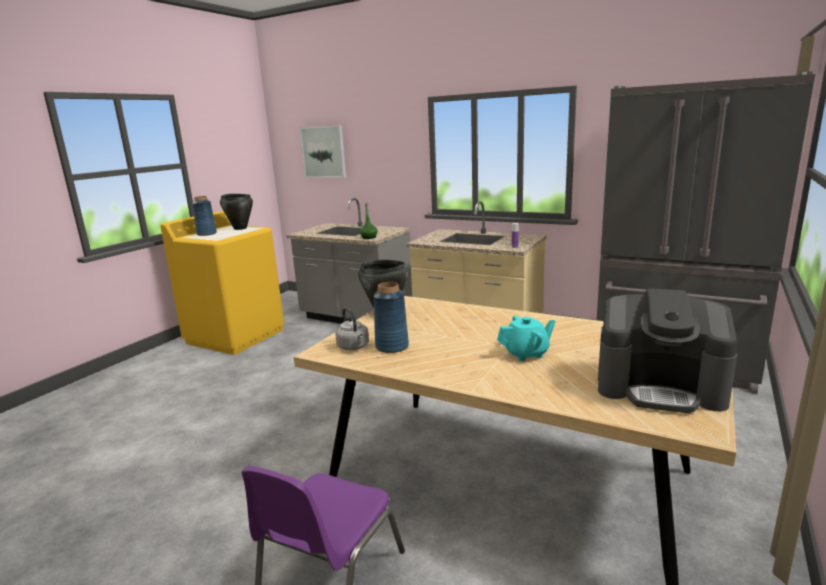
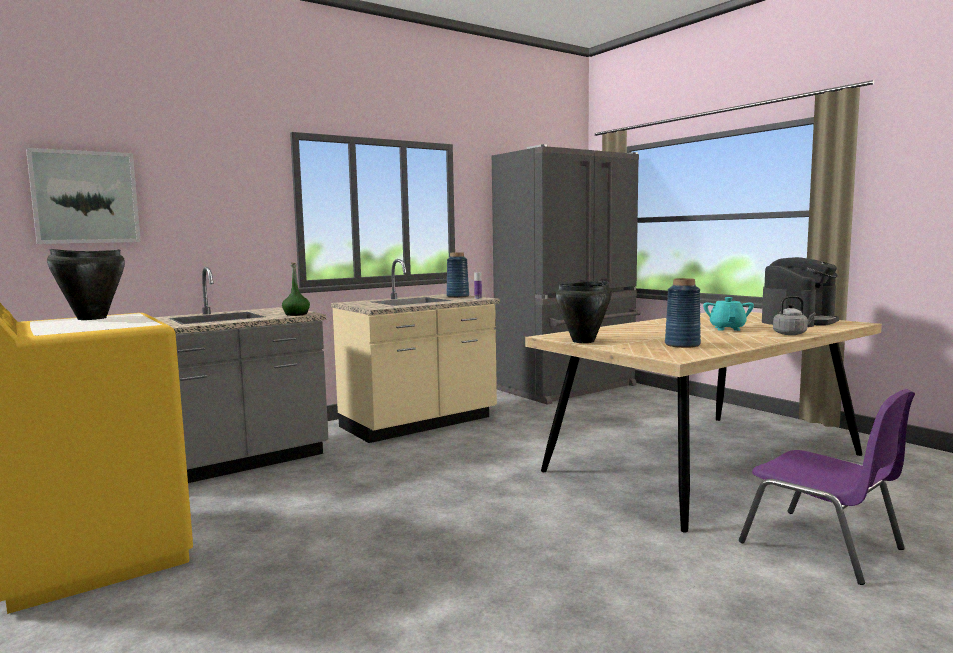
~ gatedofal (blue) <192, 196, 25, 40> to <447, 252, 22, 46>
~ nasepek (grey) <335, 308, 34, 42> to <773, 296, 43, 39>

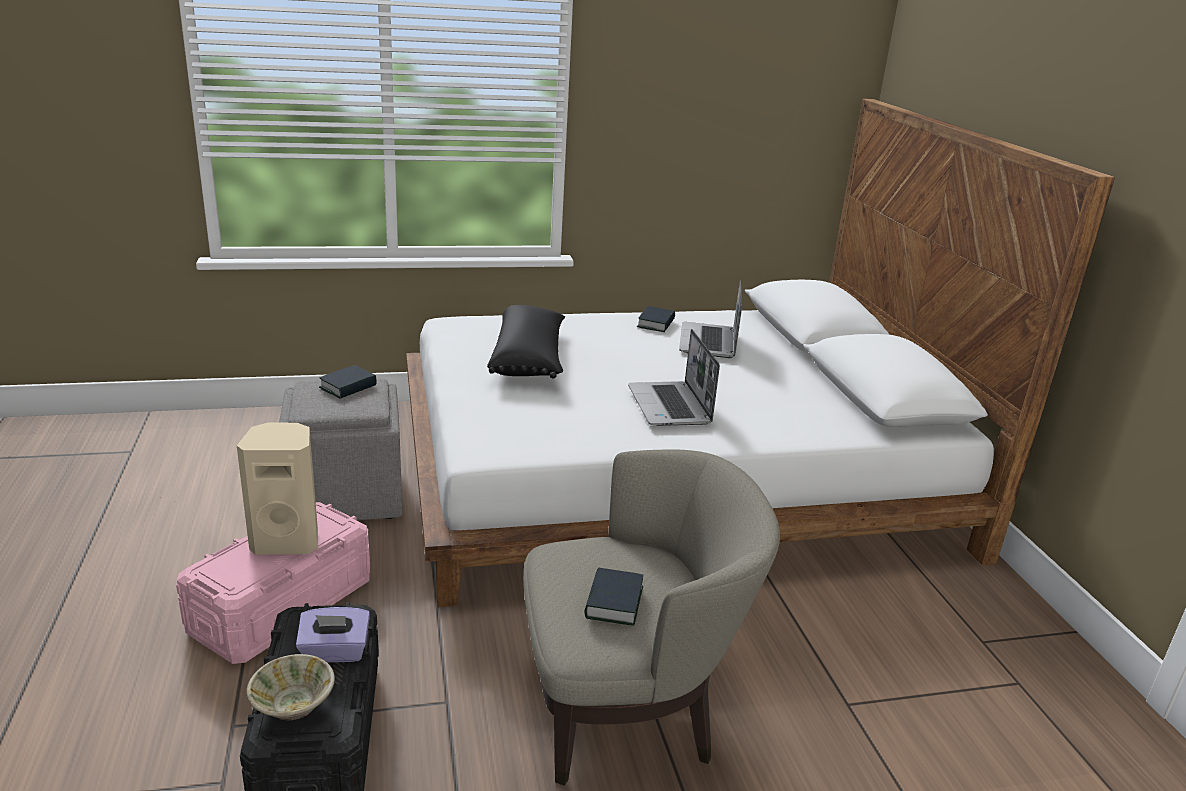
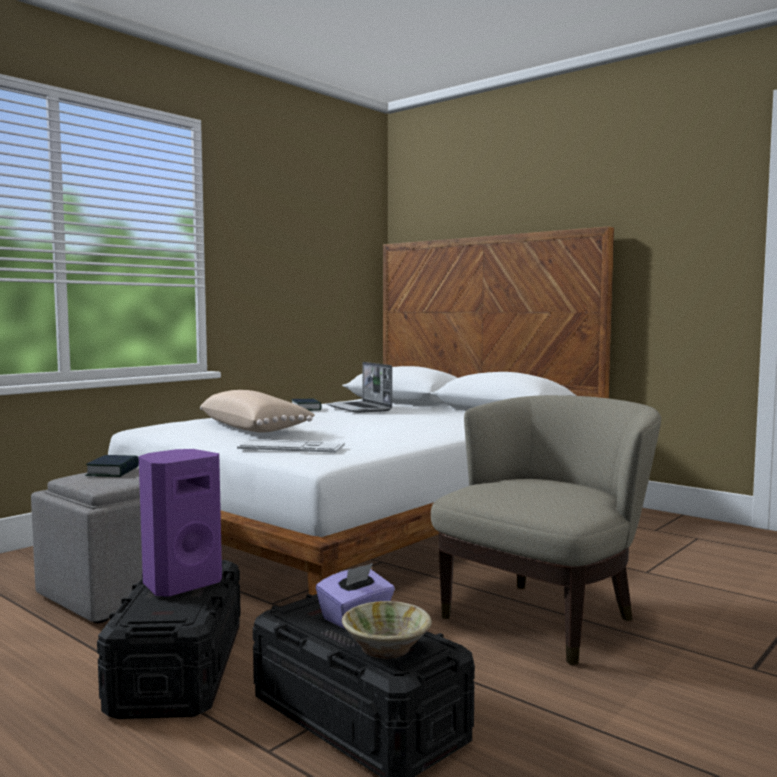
- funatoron <584, 568, 59, 58>
- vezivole <628, 329, 92, 97>
+ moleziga <237, 439, 108, 14>
~ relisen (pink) <176, 502, 194, 162> to relisen (black) <97, 560, 144, 159>
~ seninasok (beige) <237, 423, 81, 132> to seninasok (purple) <139, 449, 83, 148>
~ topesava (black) <487, 305, 78, 74> to topesava (beige) <200, 390, 115, 43>

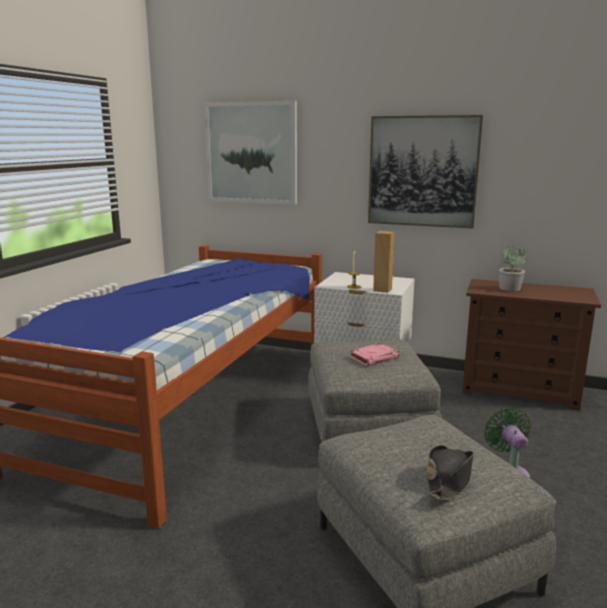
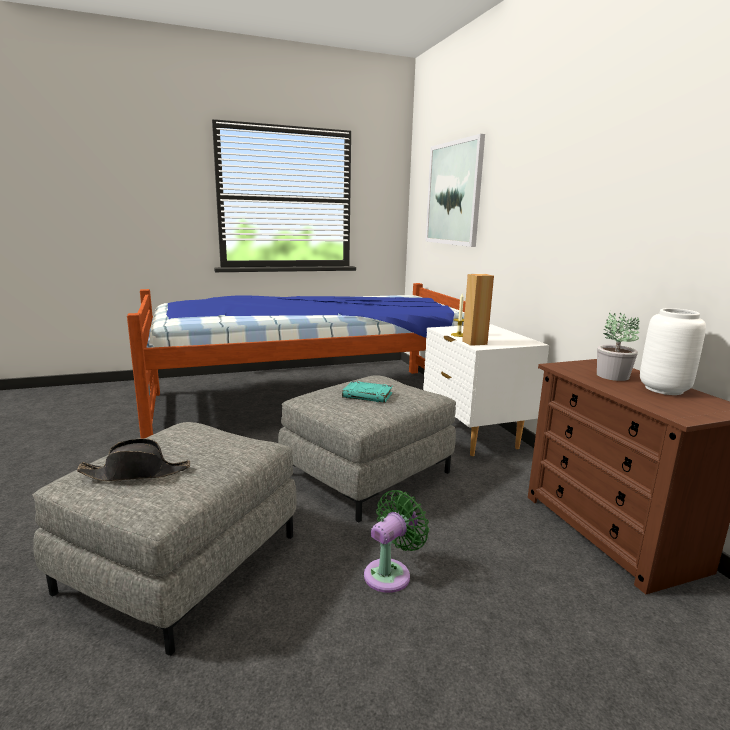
- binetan <368, 115, 115, 114>
+ gatedofal (white) <640, 308, 66, 87>
~ funatoron (pink) <349, 343, 50, 23> to funatoron (turquoise) <342, 381, 51, 22>

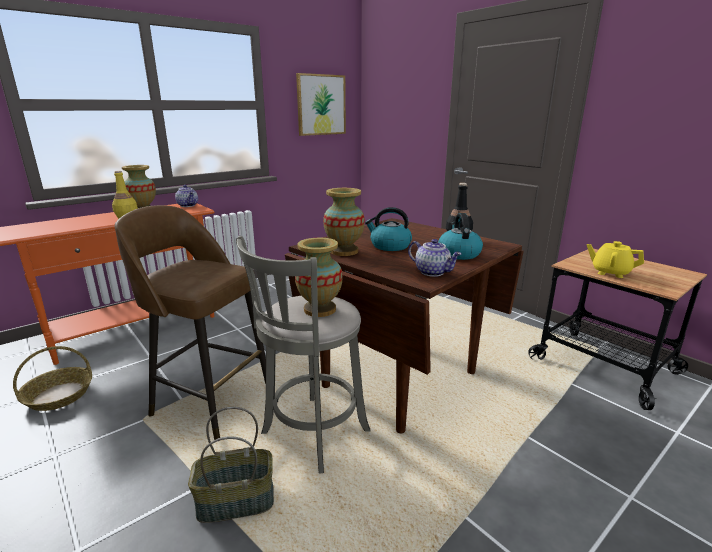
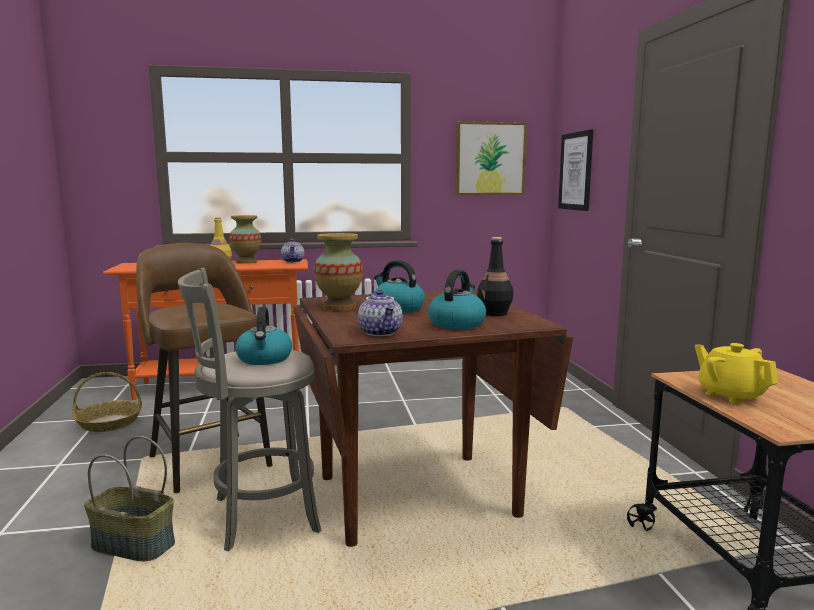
+ binetan <558, 130, 35, 81>
~ gatedofal <295, 238, 48, 79> to nasepek <235, 307, 57, 58>

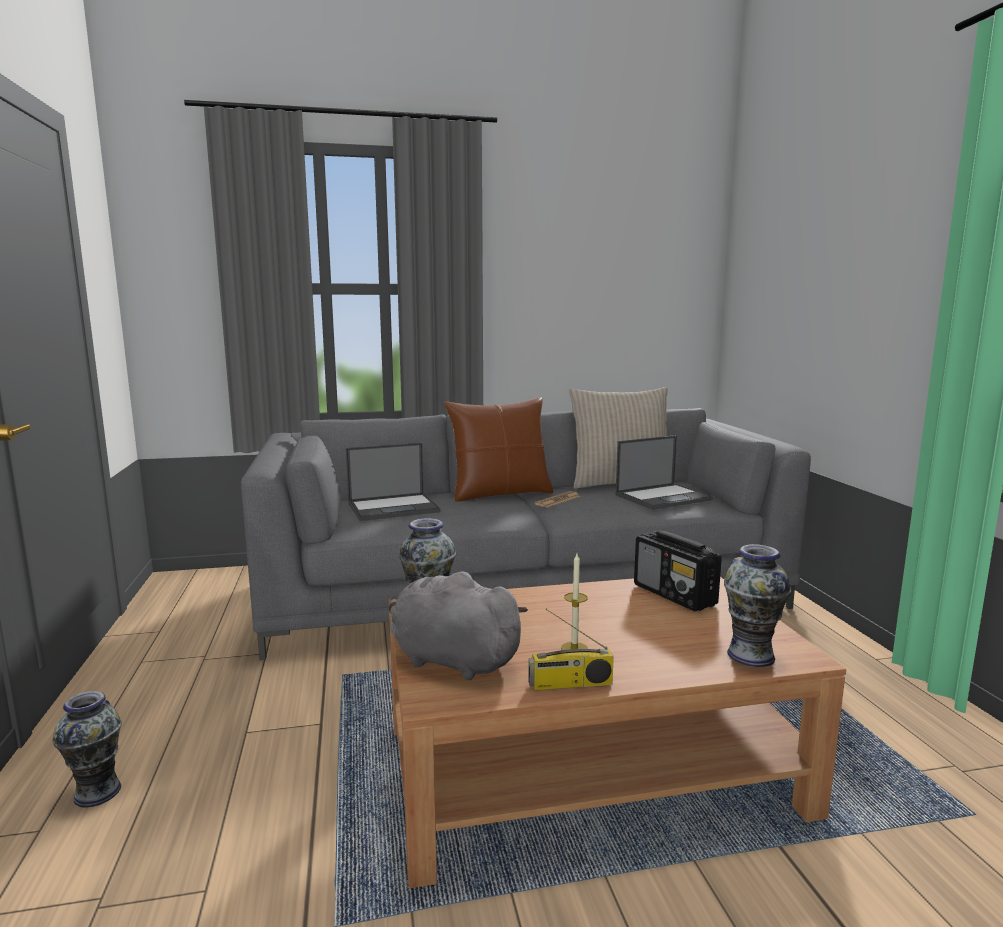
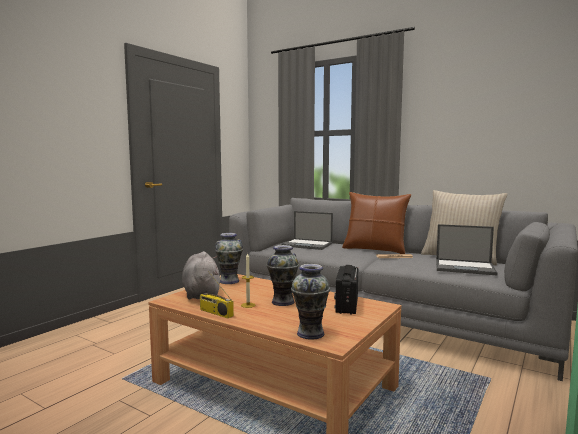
~ gatedofal <52, 691, 70, 116> to <266, 245, 33, 61>

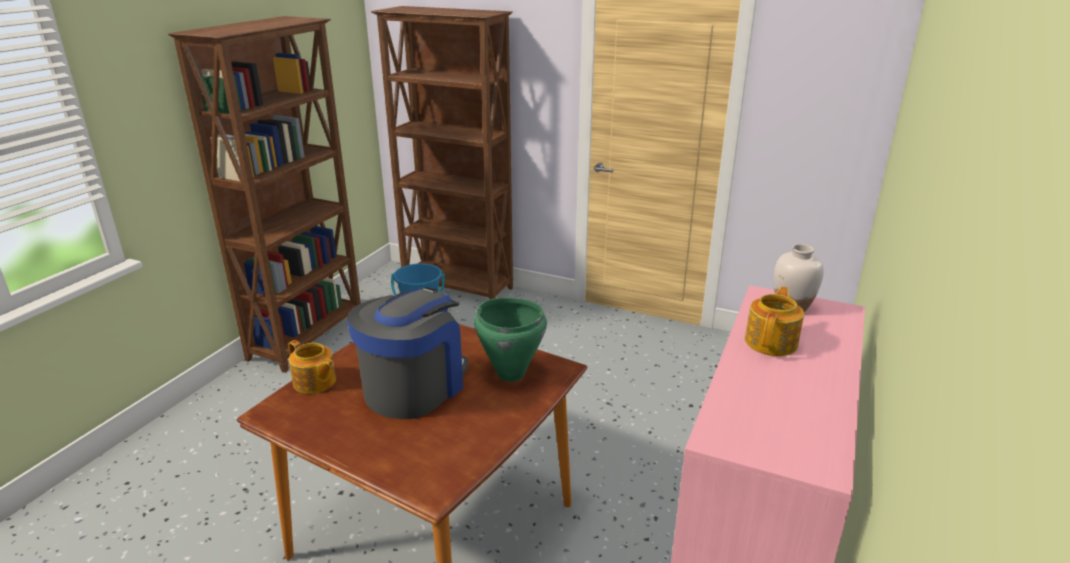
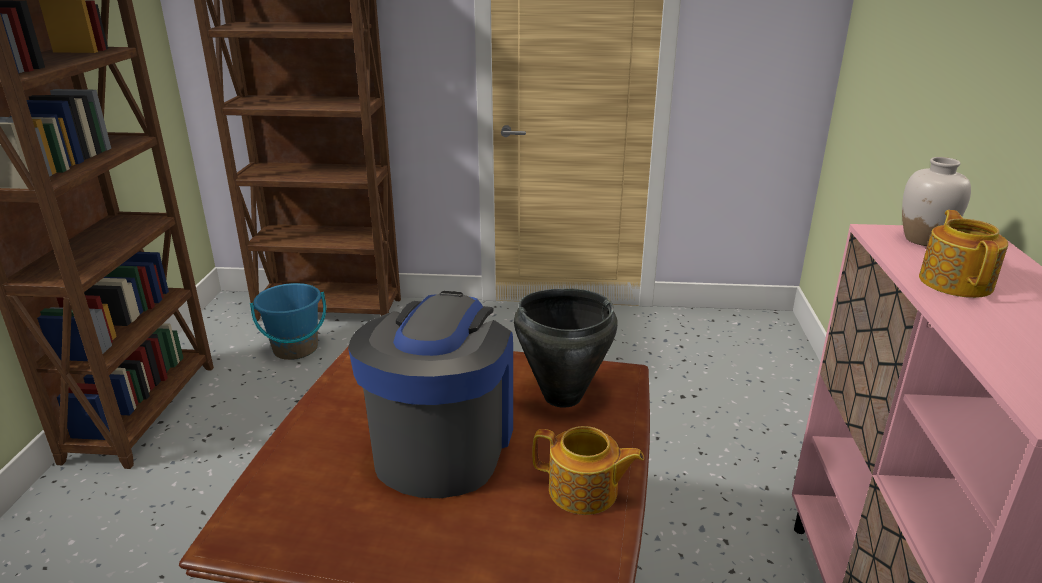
~ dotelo <289, 340, 47, 54> to <532, 426, 112, 89>
~ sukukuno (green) <474, 298, 73, 84> to sukukuno (black) <514, 288, 104, 120>

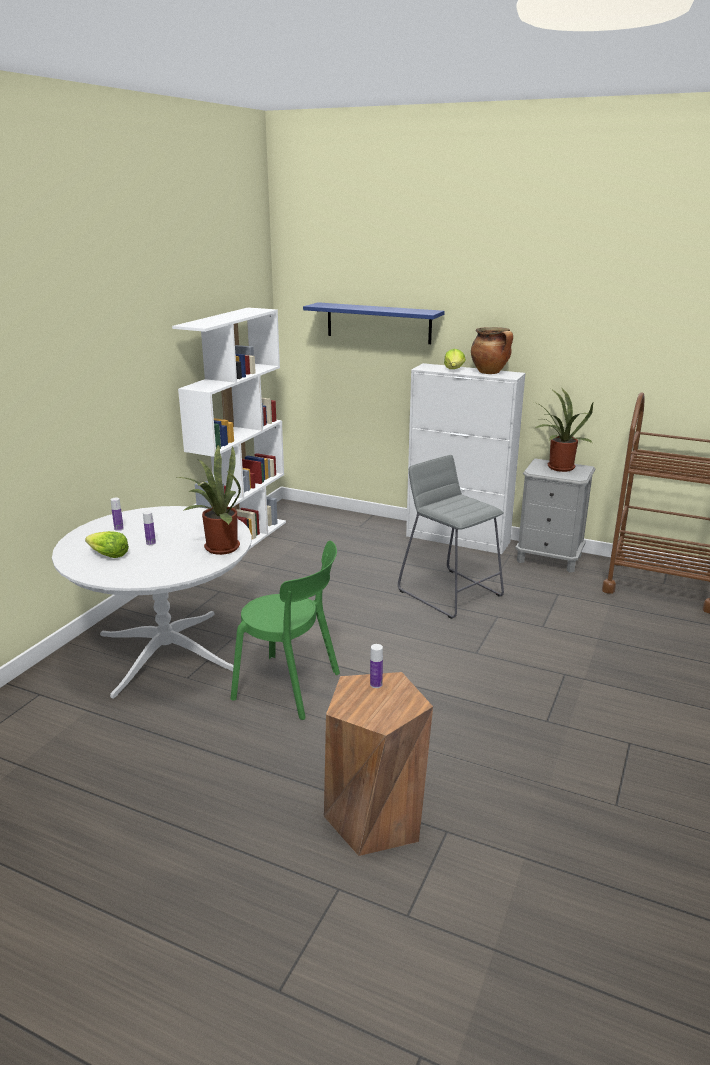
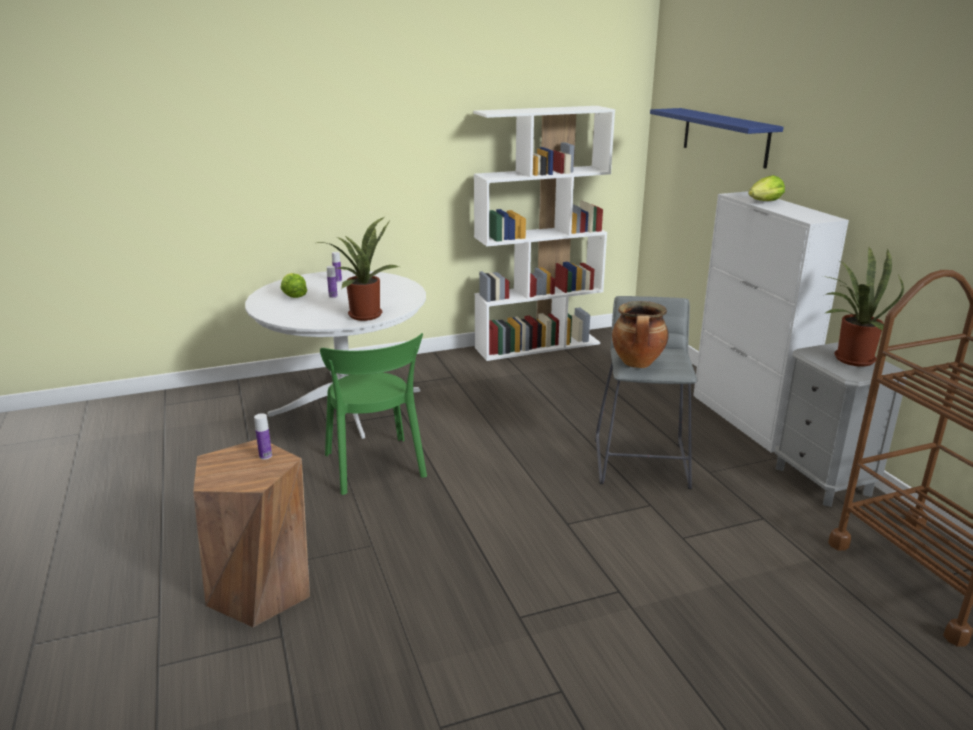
~ sukukuno <471, 327, 42, 47> to <612, 301, 57, 67>

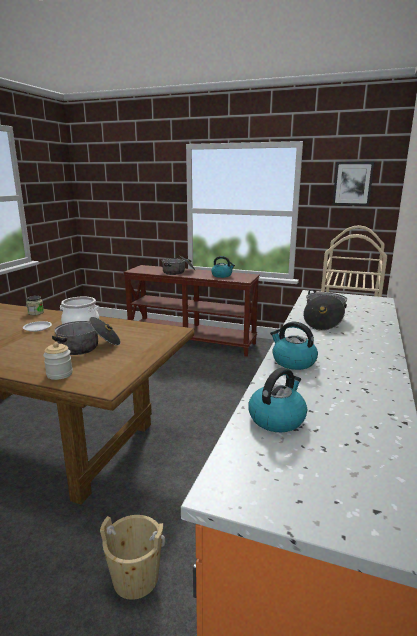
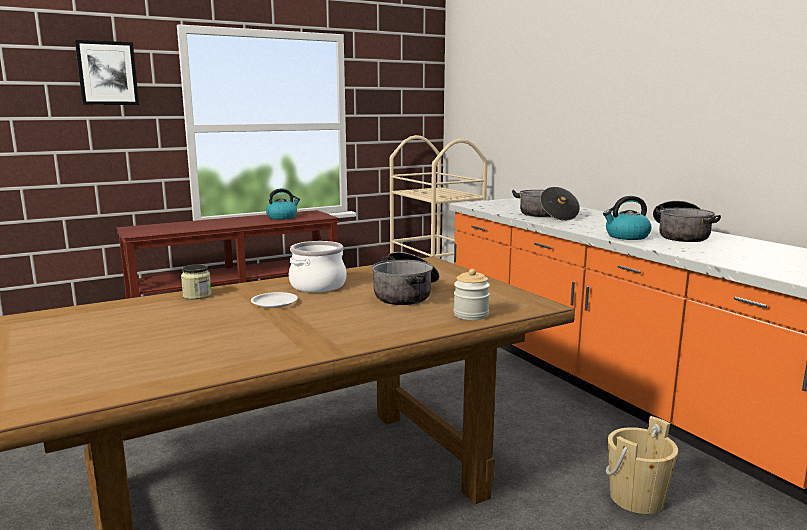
- nasepek <248, 367, 59, 65>
~ sukukuno <162, 256, 33, 19> to <653, 201, 68, 41>
~ binetan <332, 162, 42, 44> to <75, 40, 64, 65>

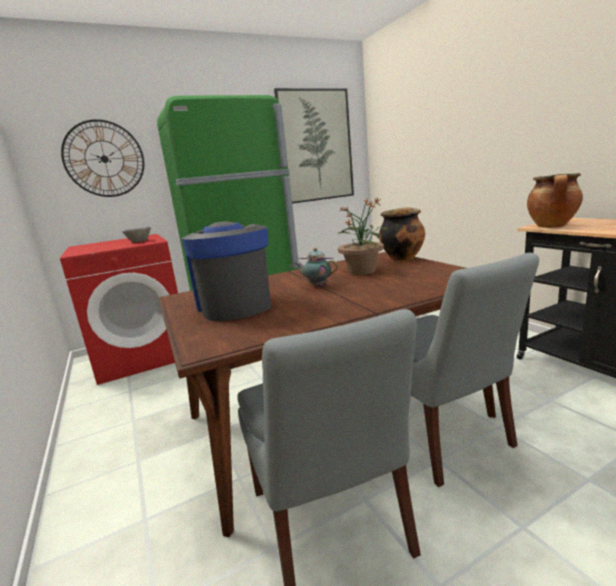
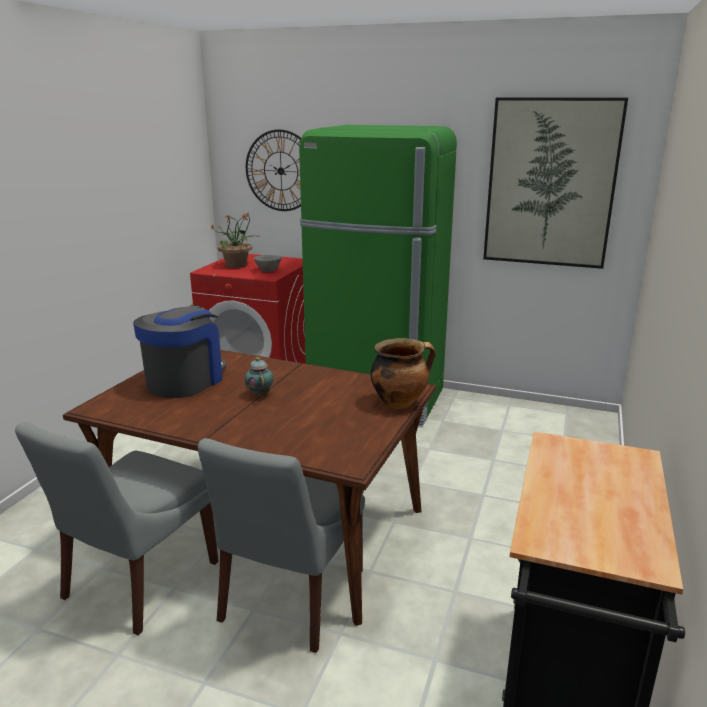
- sukukuno <527, 173, 56, 55>
~ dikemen <338, 197, 52, 78> to <210, 213, 49, 55>

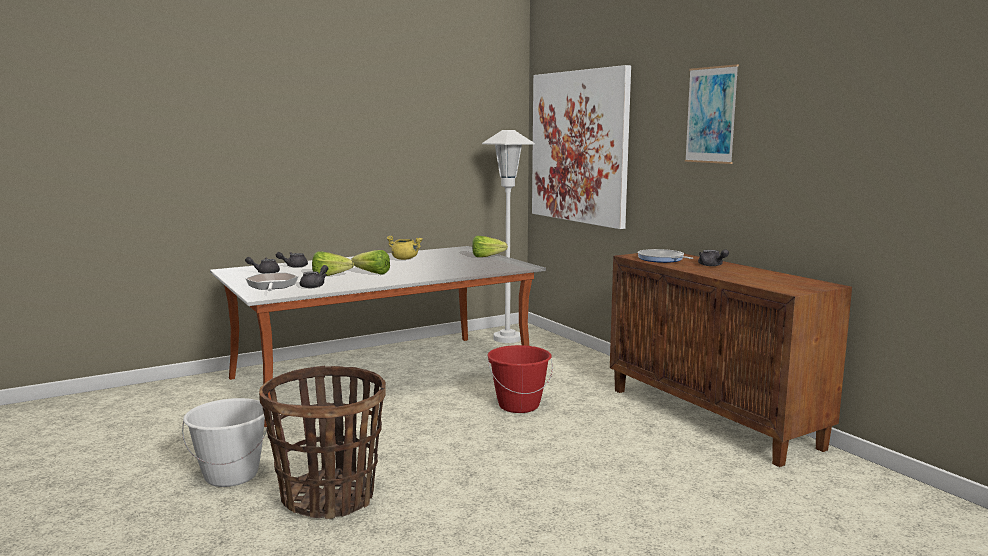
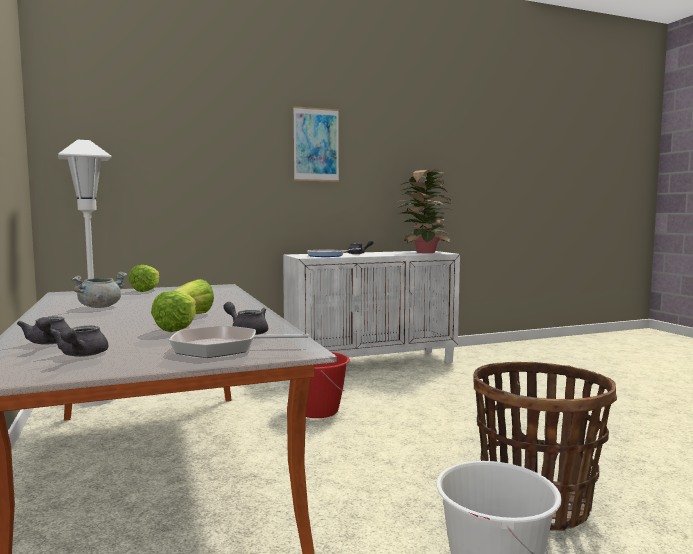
- binetan <532, 65, 99, 164>
+ dikemen <397, 170, 55, 83>
~ sukukuno (yellow) <386, 236, 37, 24> to sukukuno (grey) <71, 272, 56, 36>
~ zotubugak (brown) <610, 253, 242, 214> to zotubugak (white) <283, 251, 177, 112>

